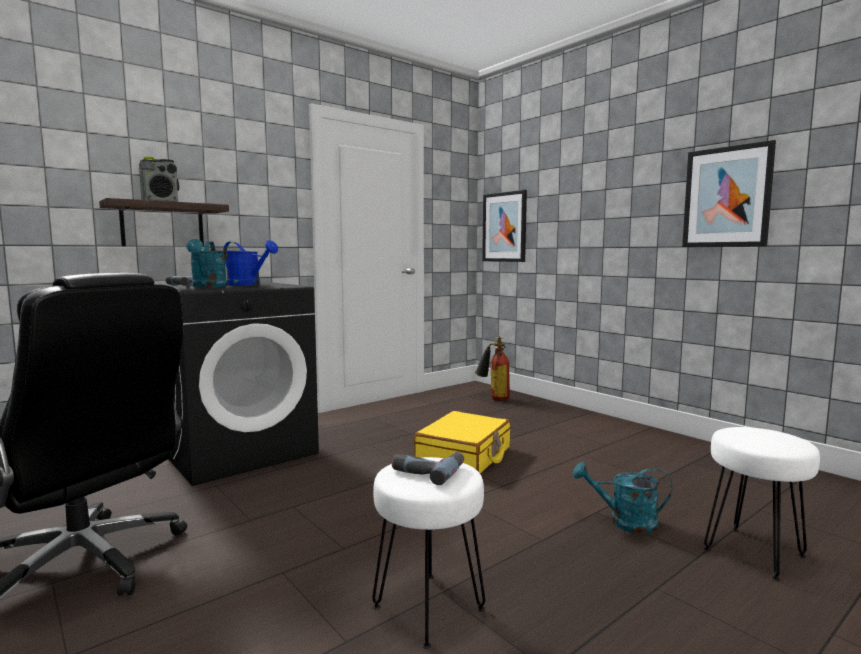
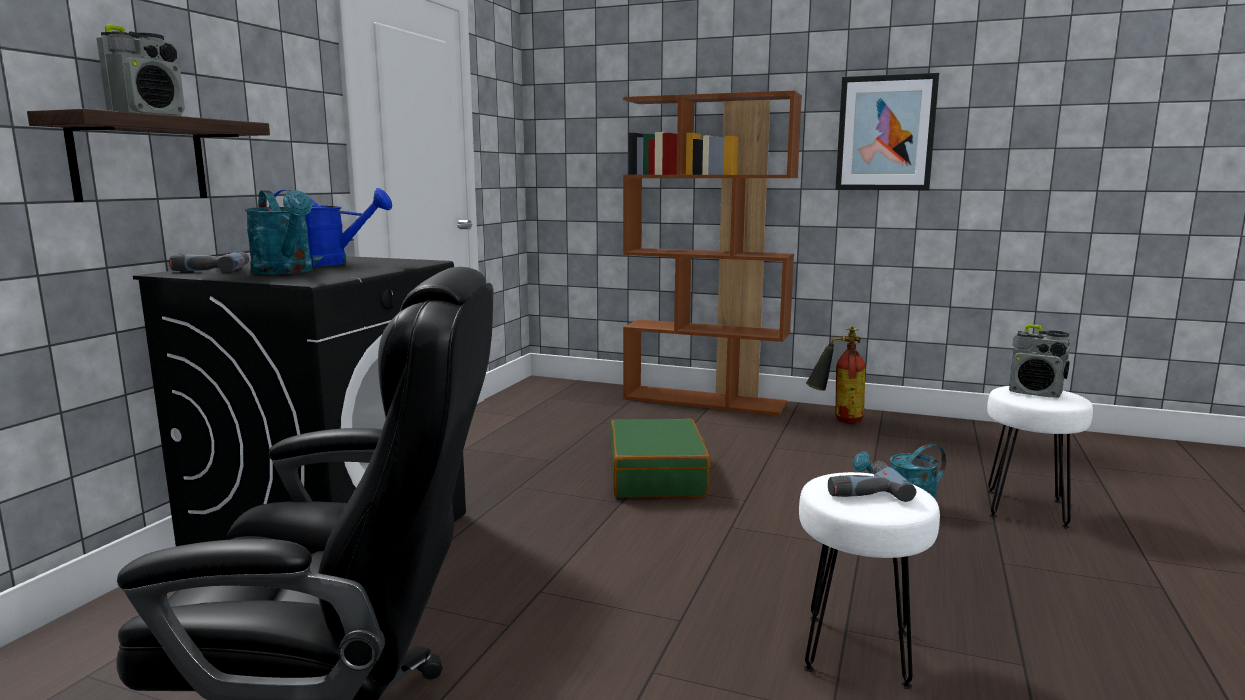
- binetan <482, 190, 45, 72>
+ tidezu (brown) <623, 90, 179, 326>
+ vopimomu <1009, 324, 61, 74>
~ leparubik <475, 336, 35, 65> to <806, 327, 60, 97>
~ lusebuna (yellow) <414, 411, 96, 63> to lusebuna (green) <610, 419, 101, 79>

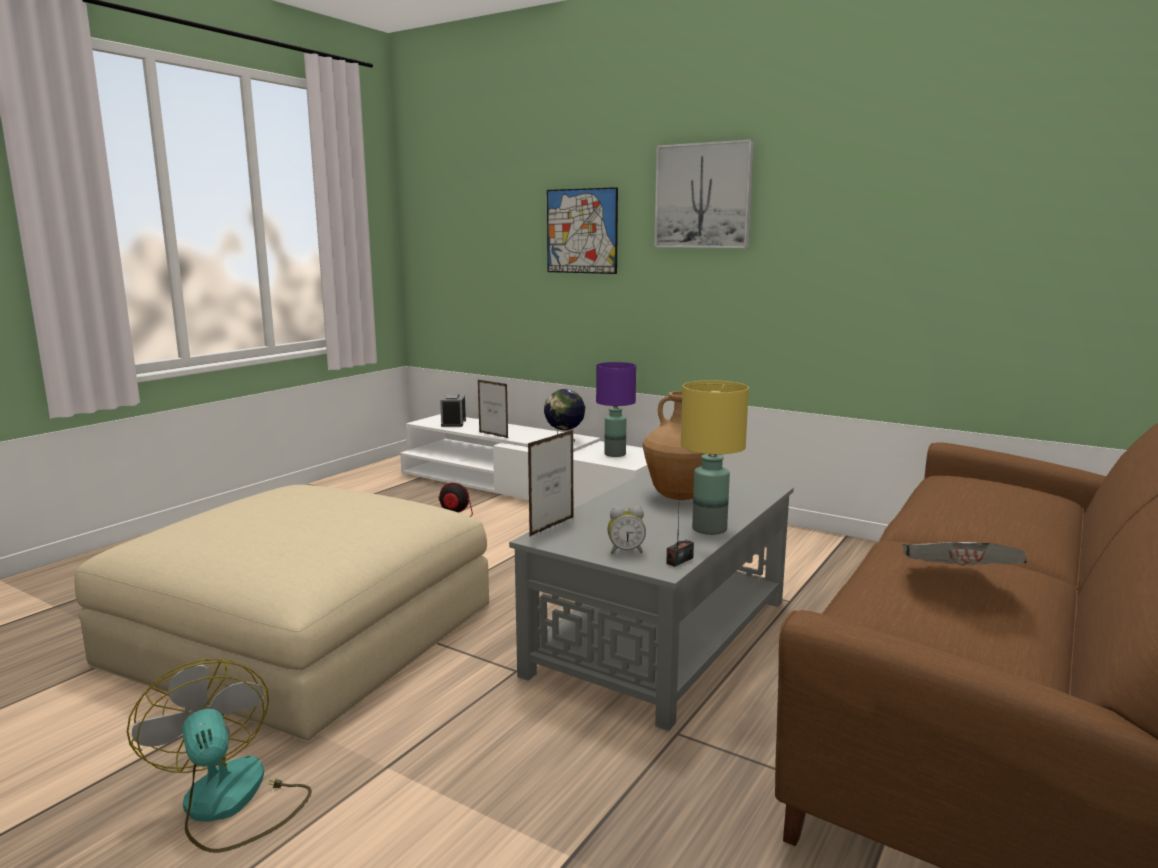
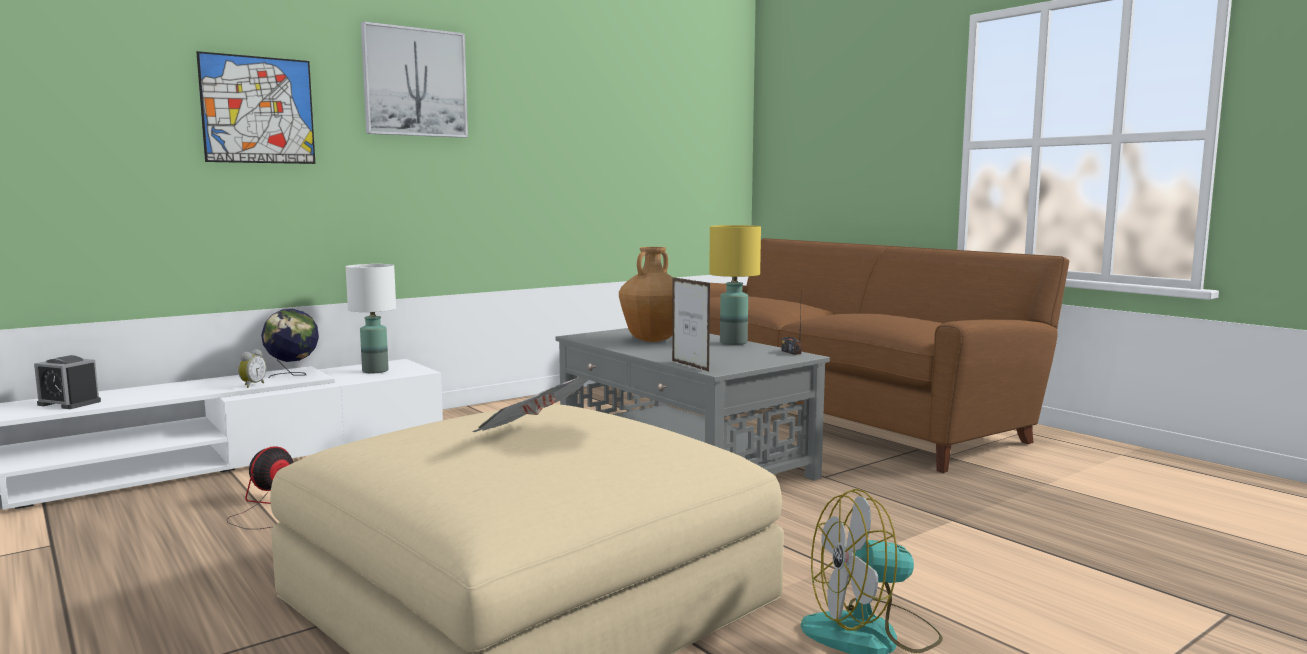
- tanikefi <478, 380, 30, 58>
~ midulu <607, 506, 39, 48> to <238, 349, 28, 39>
~ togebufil <902, 542, 126, 24> to <473, 377, 116, 55>
~ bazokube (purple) <596, 362, 40, 95> to bazokube (white) <346, 264, 50, 110>

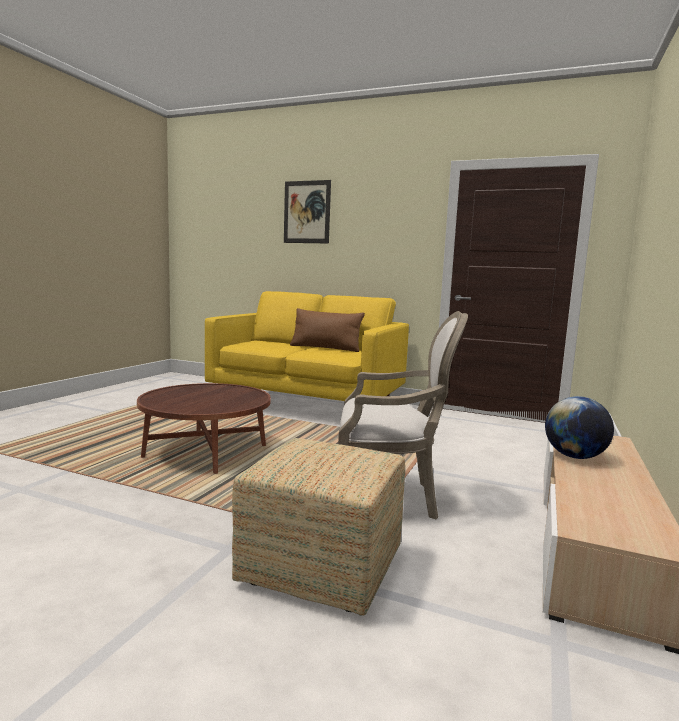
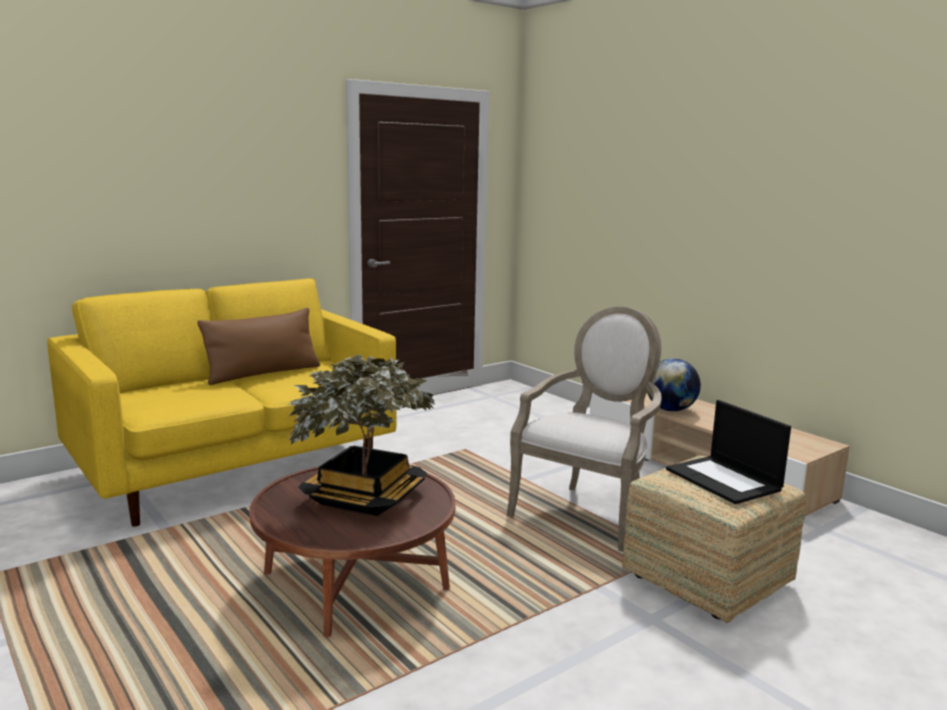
- binetan <284, 180, 47, 64>
+ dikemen <287, 355, 147, 161>
+ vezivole <666, 400, 125, 104>

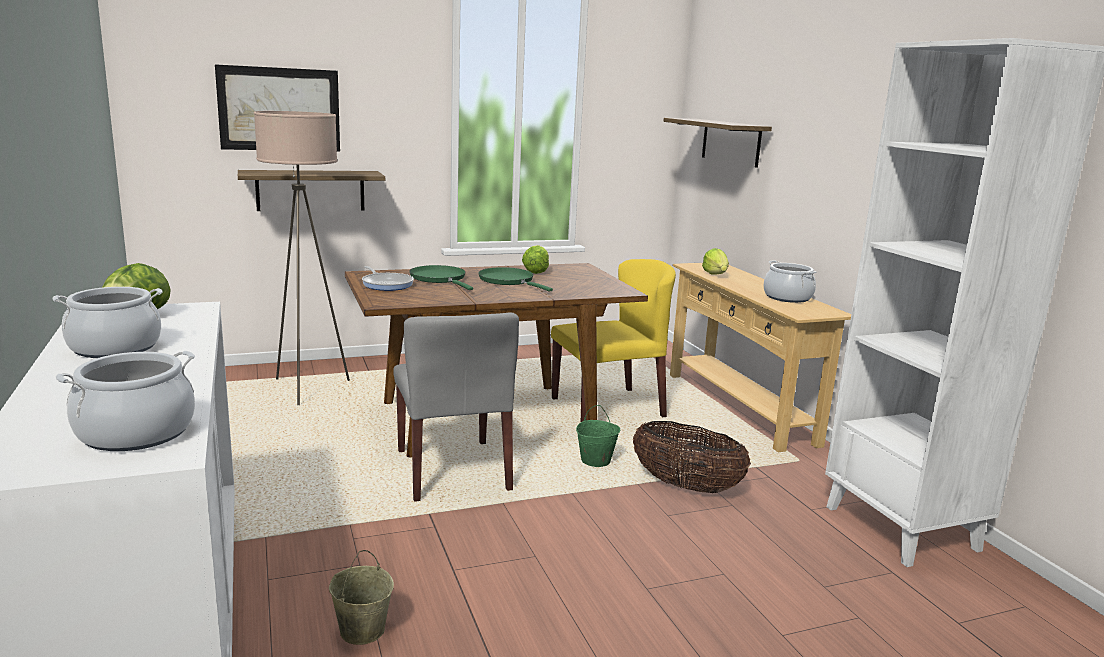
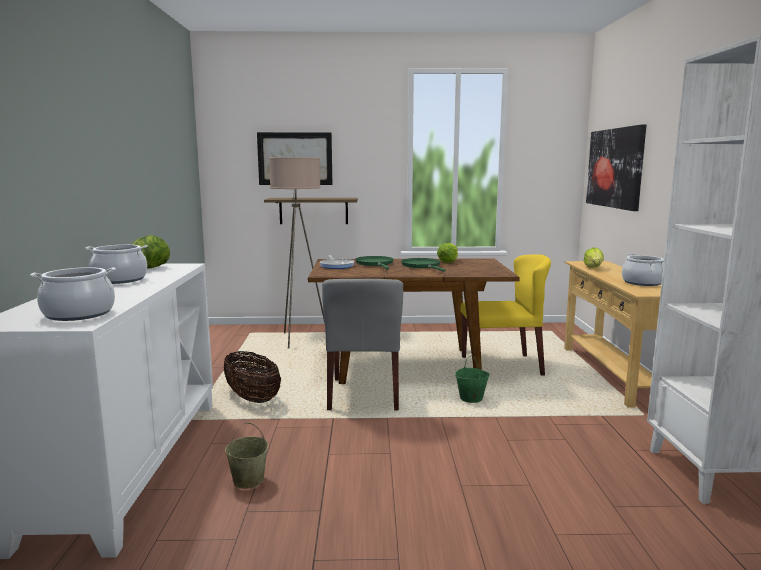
~ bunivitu <633, 421, 118, 72> to <224, 351, 57, 52>
~ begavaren <664, 118, 108, 50> to binetan <586, 124, 60, 87>

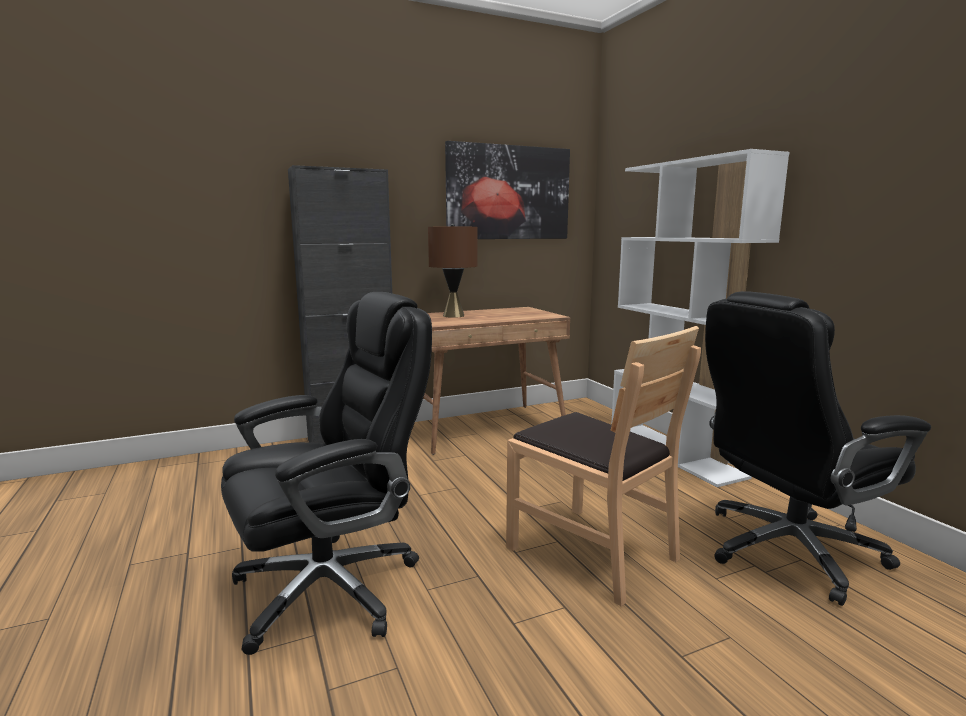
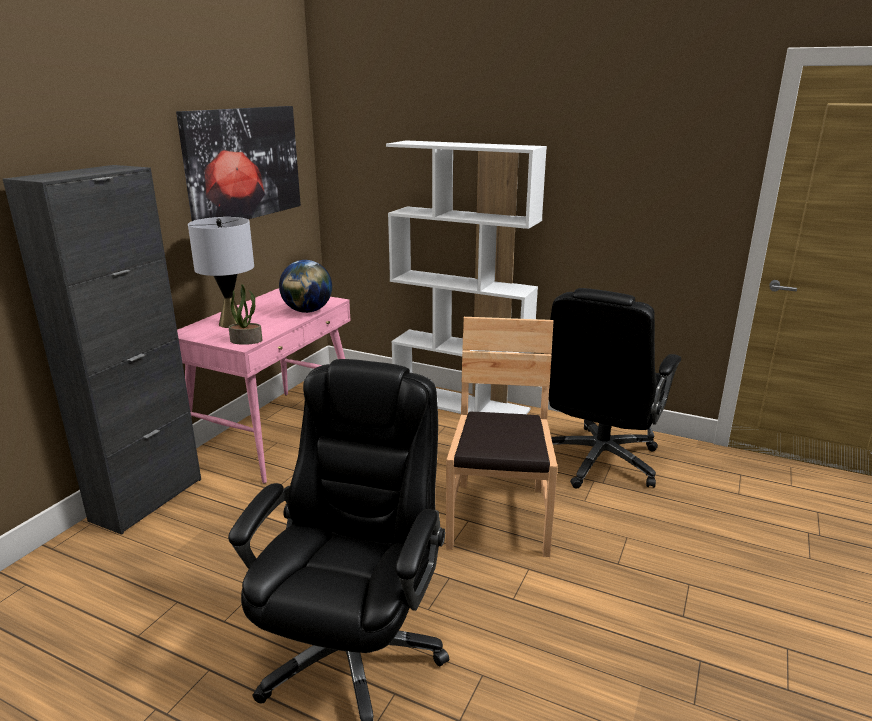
+ dikemen <228, 284, 35, 61>
+ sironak <279, 260, 53, 53>
~ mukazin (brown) <423, 307, 147, 148> to mukazin (pink) <177, 288, 174, 196>
~ bazokube (brown) <428, 224, 50, 94> to bazokube (grey) <188, 217, 66, 111>
~ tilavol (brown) <506, 326, 195, 280> = <446, 317, 112, 240> 90 degrees counterclockwise

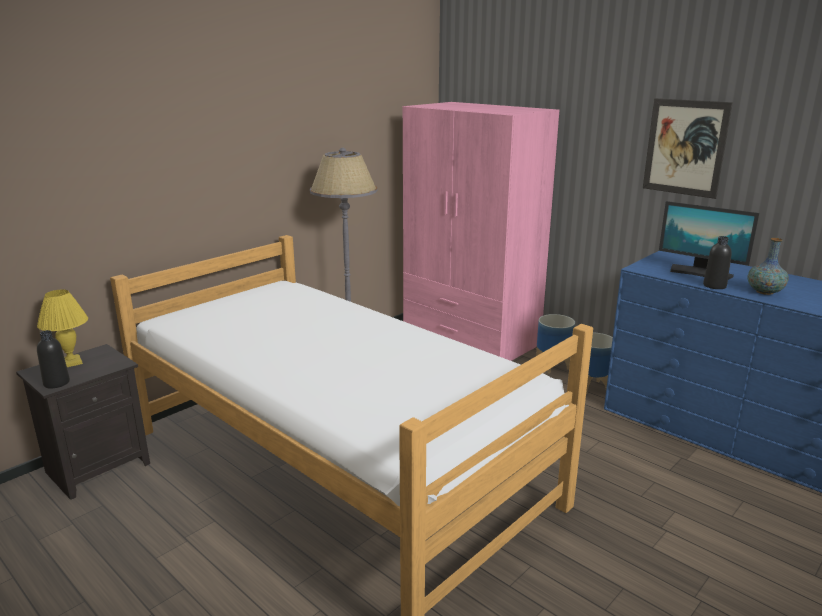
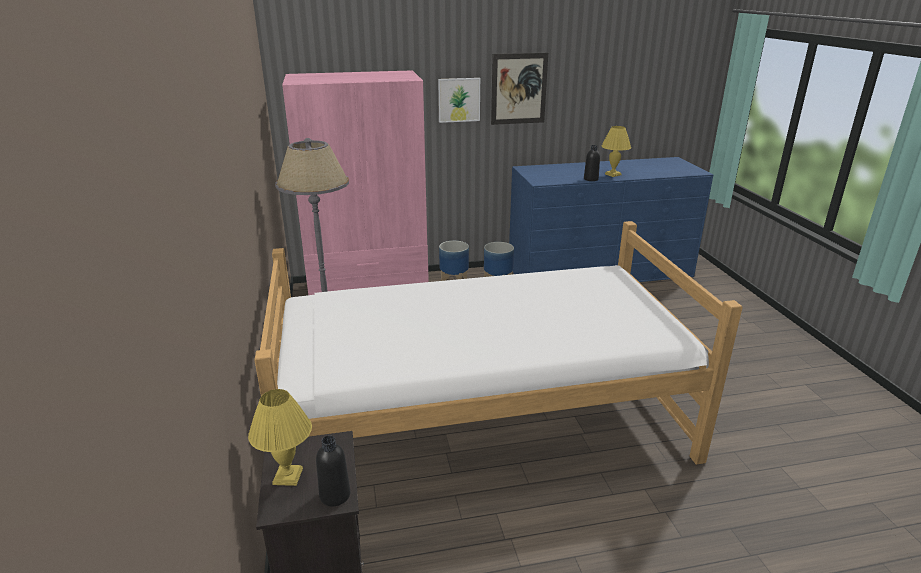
- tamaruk <659, 201, 100, 79>
+ binetan <438, 78, 42, 45>
~ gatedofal <748, 238, 41, 57> to bazokube (yellow) <601, 126, 30, 51>

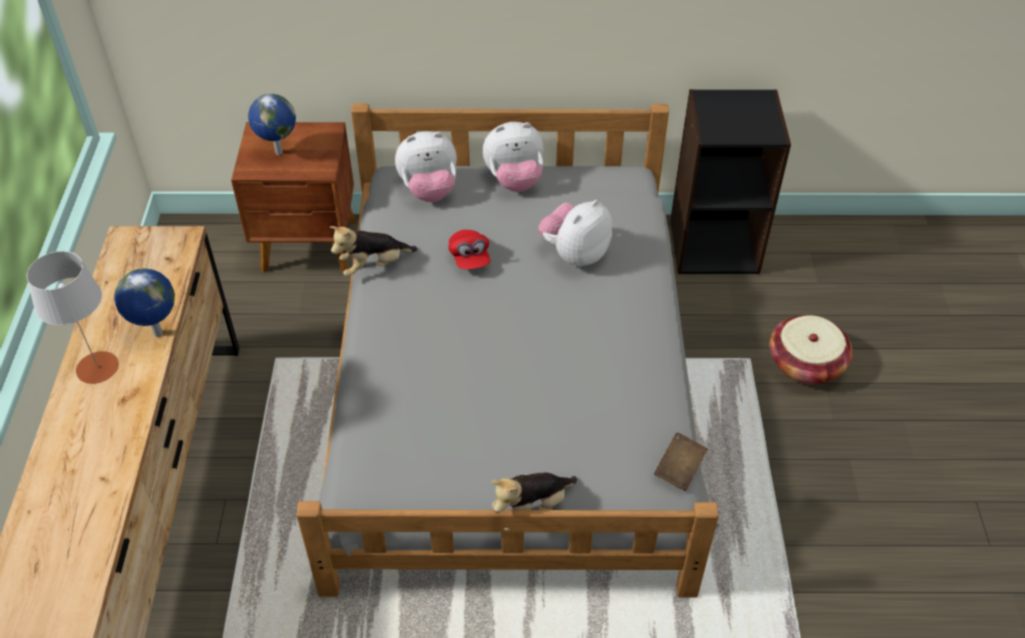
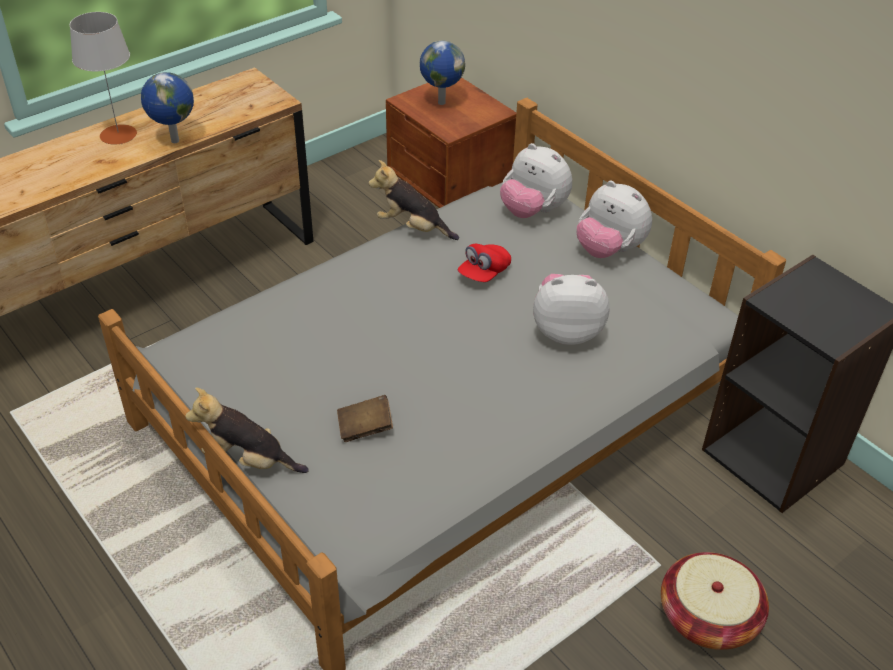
~ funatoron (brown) <654, 433, 54, 58> to <337, 395, 56, 47>

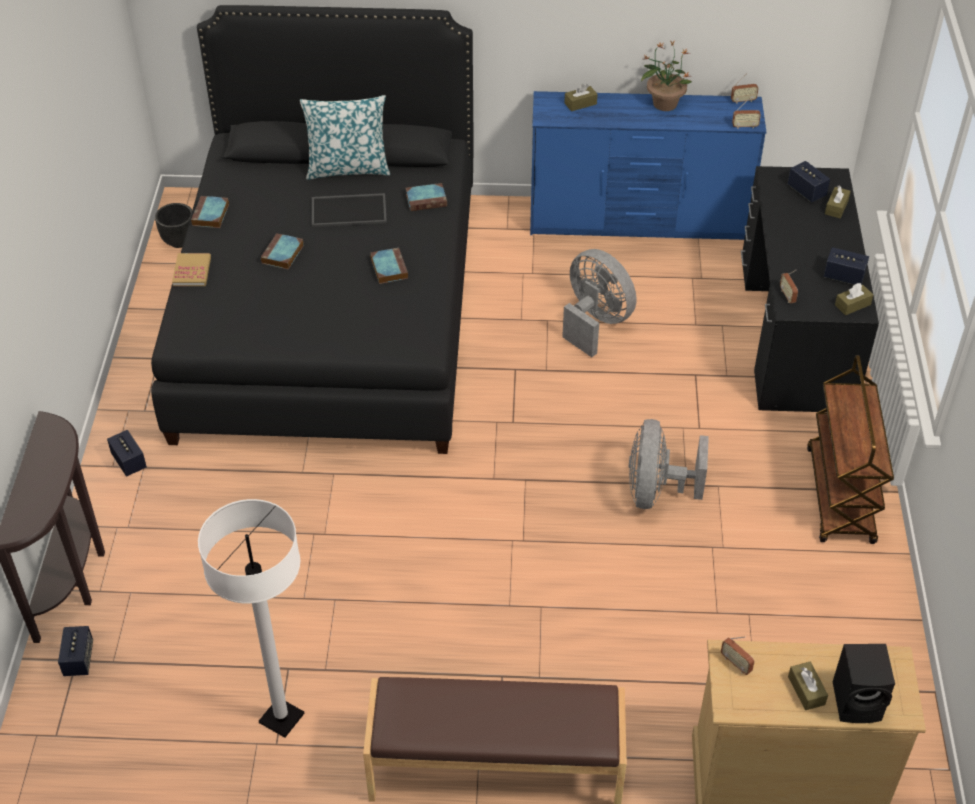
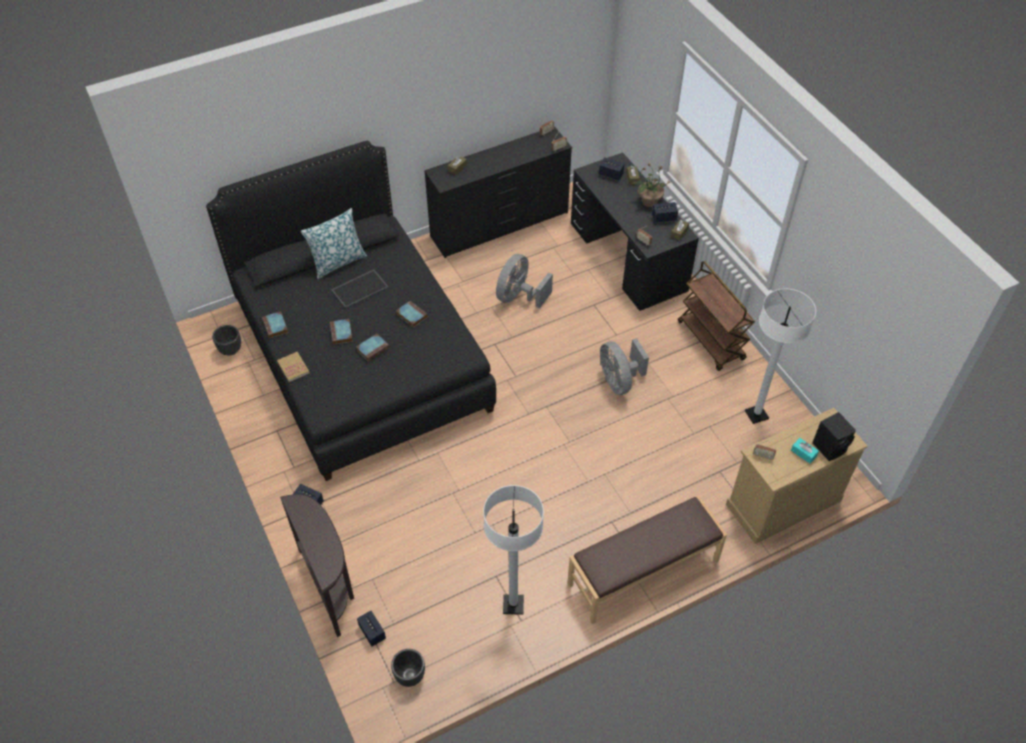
+ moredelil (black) <391, 649, 34, 38>
+ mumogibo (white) <745, 289, 71, 135>
~ funatoron <406, 183, 41, 28> to <356, 334, 33, 27>
~ dikemen <641, 41, 51, 70> to <632, 163, 38, 44>
~ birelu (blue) <530, 91, 236, 149> to birelu (black) <424, 126, 148, 132>
~ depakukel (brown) <788, 662, 40, 48> to depakukel (turquoise) <791, 438, 28, 25>
~ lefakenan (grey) <562, 249, 74, 108> = <496, 254, 57, 54> 75 degrees counterclockwise

